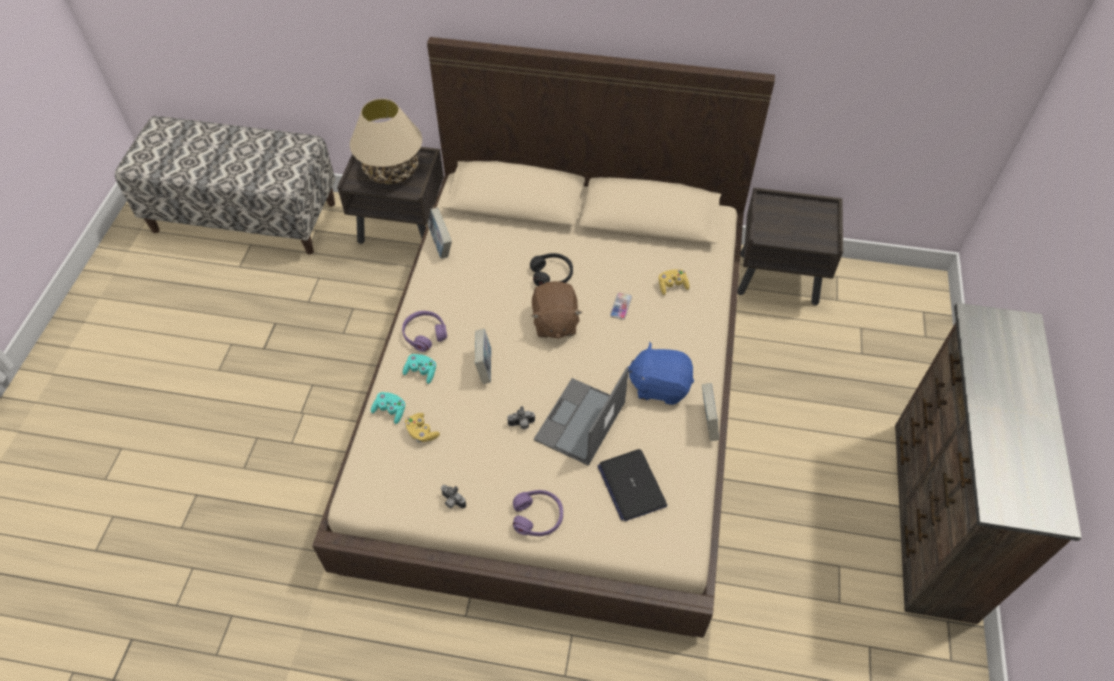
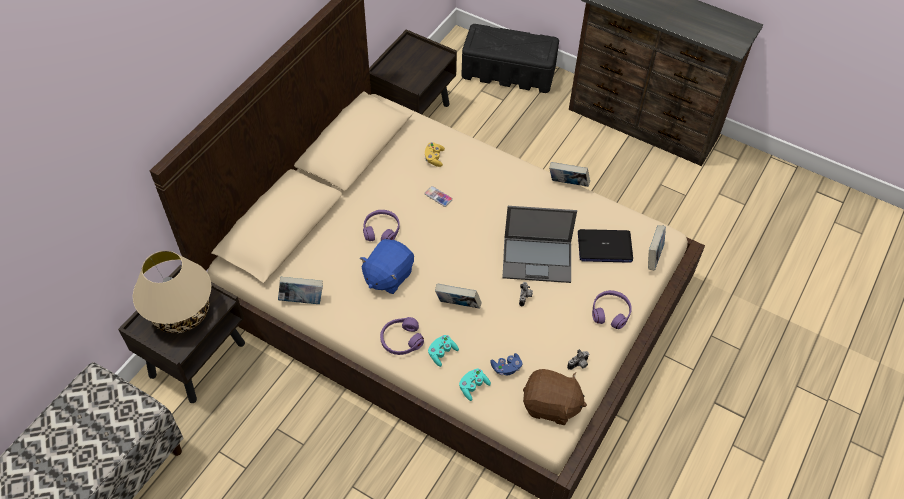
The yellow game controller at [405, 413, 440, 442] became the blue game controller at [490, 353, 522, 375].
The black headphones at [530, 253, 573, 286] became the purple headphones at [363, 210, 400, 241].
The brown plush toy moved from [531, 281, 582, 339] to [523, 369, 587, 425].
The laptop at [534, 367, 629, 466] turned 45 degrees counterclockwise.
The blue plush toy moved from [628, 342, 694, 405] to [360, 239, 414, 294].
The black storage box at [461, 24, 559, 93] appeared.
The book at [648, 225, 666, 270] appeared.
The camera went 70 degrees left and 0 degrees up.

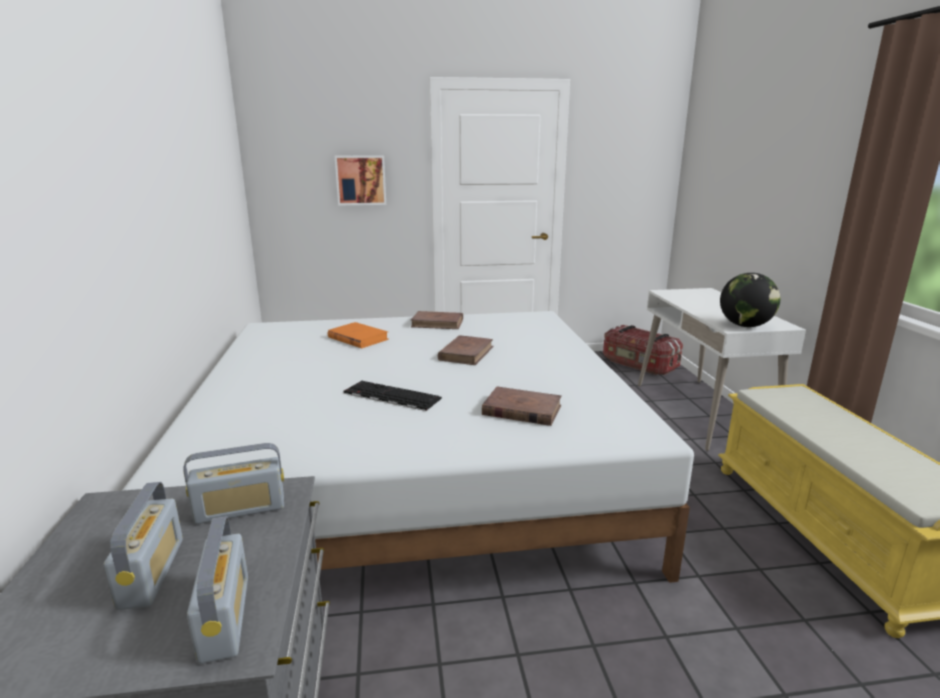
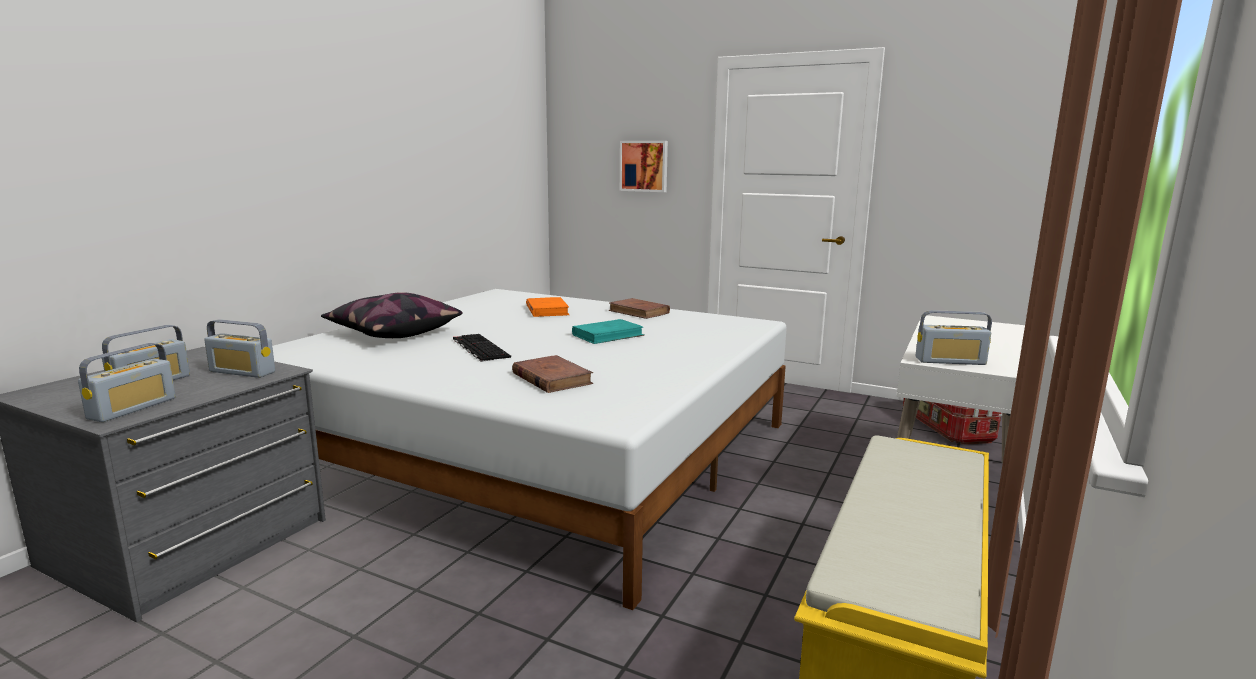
The brown book at [438, 335, 494, 365] became the turquoise book at [572, 319, 645, 344].
The globe at [720, 273, 780, 327] was replaced by the radio at [916, 310, 992, 365].
The pillow at [321, 292, 463, 338] appeared.
The camera went 35 degrees right and 5 degrees down.

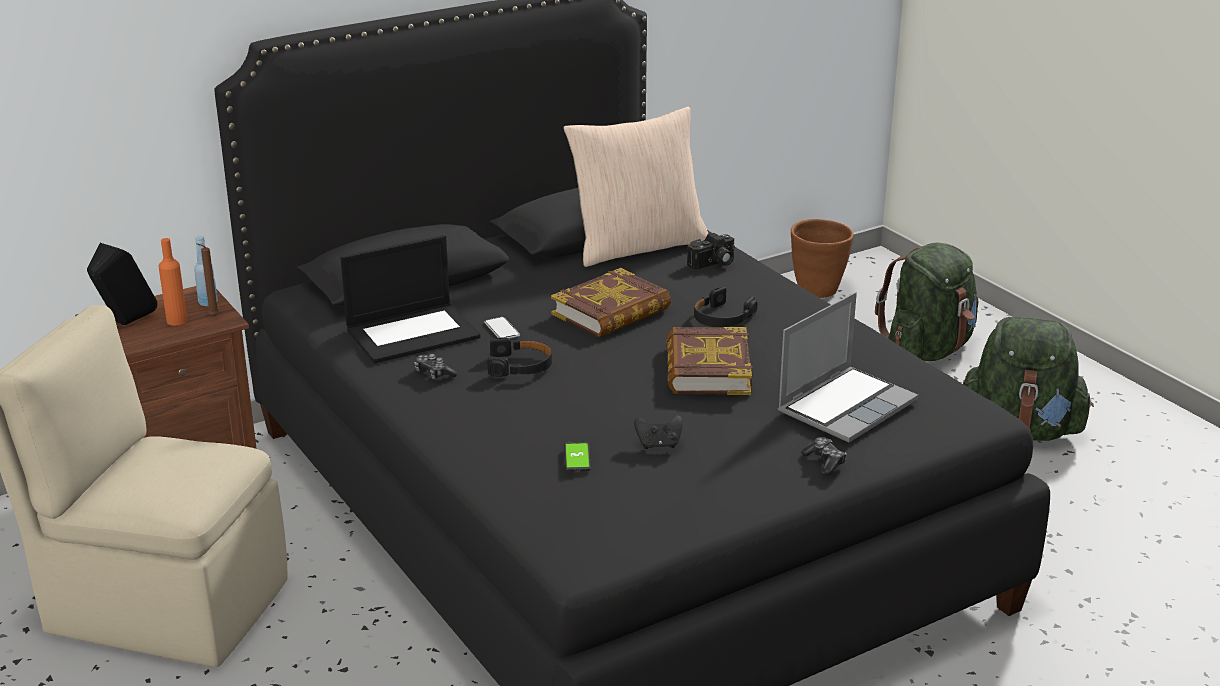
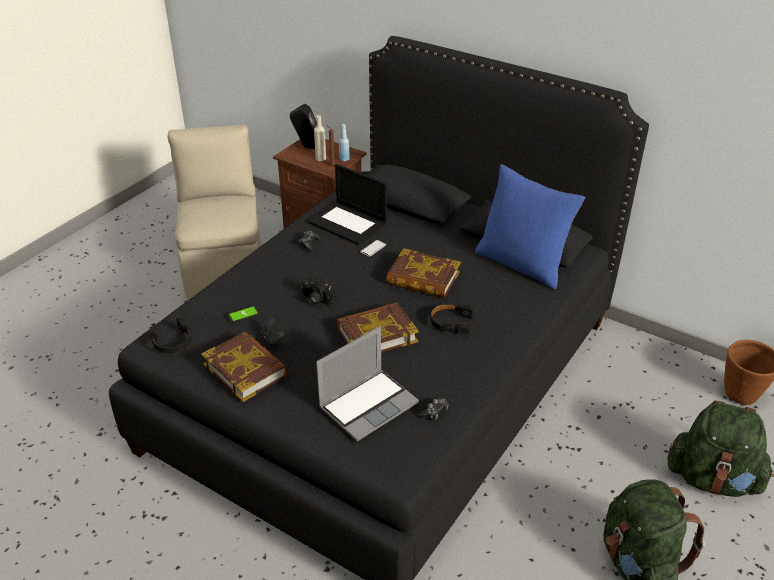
The orange bottle at [159, 238, 187, 325] became the beige bottle at [314, 115, 326, 161].
The black headphones moved from [487, 337, 552, 377] to [150, 317, 191, 354].
The beige pillow at [563, 106, 708, 267] became the blue pillow at [475, 164, 585, 289].
The photo camera moved from [687, 233, 735, 269] to [301, 277, 335, 305].
The laptop at [778, 292, 918, 443] turned 60 degrees counterclockwise.
The game controller moved from [801, 437, 847, 475] to [418, 398, 449, 420].
The book at [201, 332, 288, 402] appeared.
The camera went 65 degrees right and 10 degrees up.

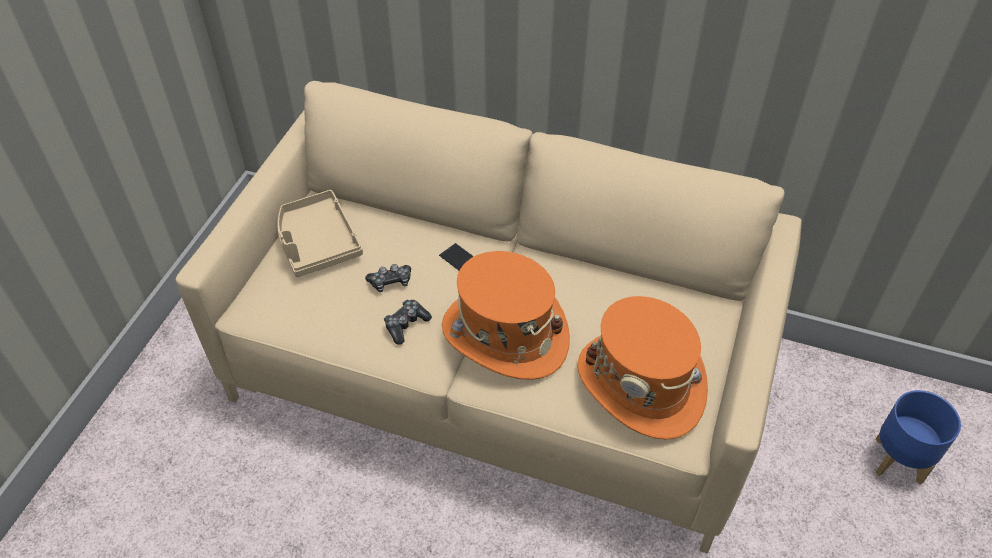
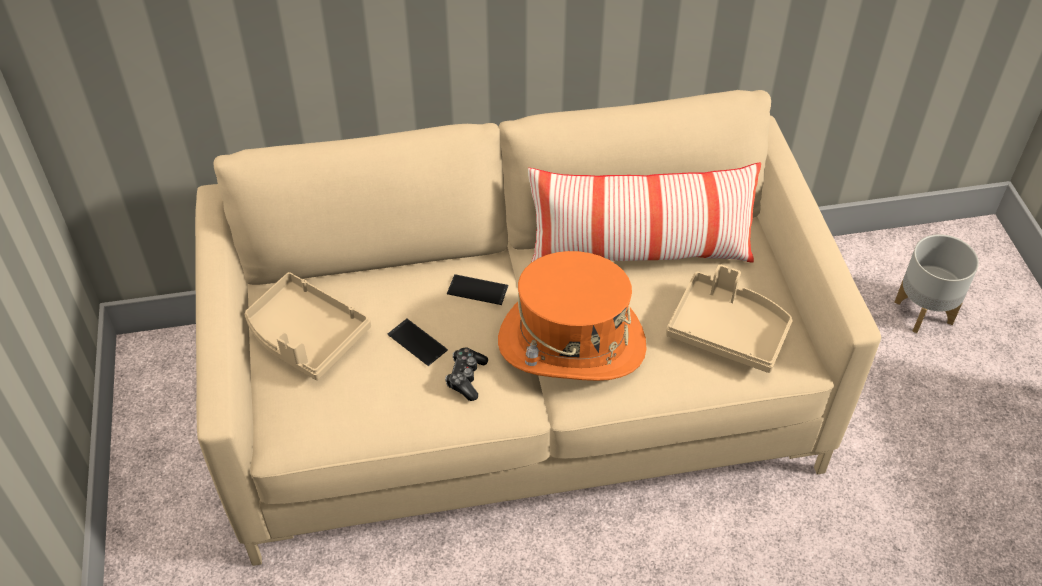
The game controller at [365, 264, 411, 292] was replaced by the phone at [387, 319, 448, 366].
The orange hat at [578, 296, 708, 440] was replaced by the beige tray at [666, 264, 793, 373].
The blue planter at [875, 390, 961, 485] became the grey planter at [894, 234, 979, 333].
The pillow at [528, 163, 761, 263] appeared.
The camera went 30 degrees left and 0 degrees up.

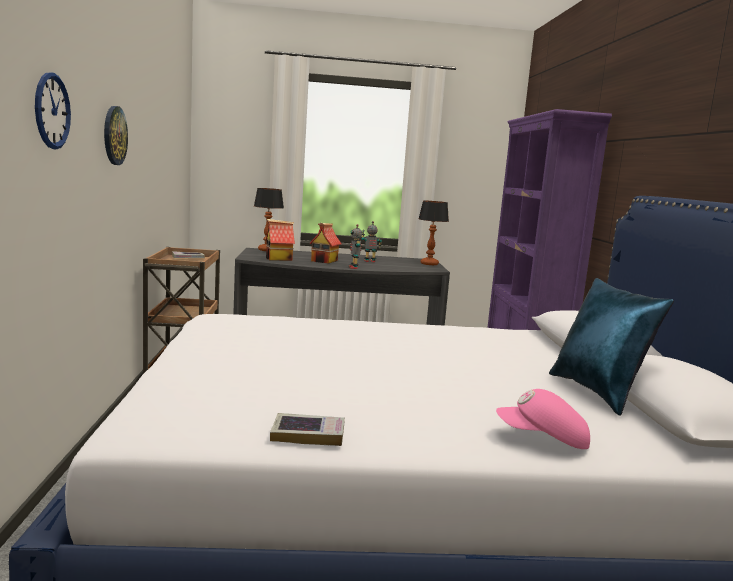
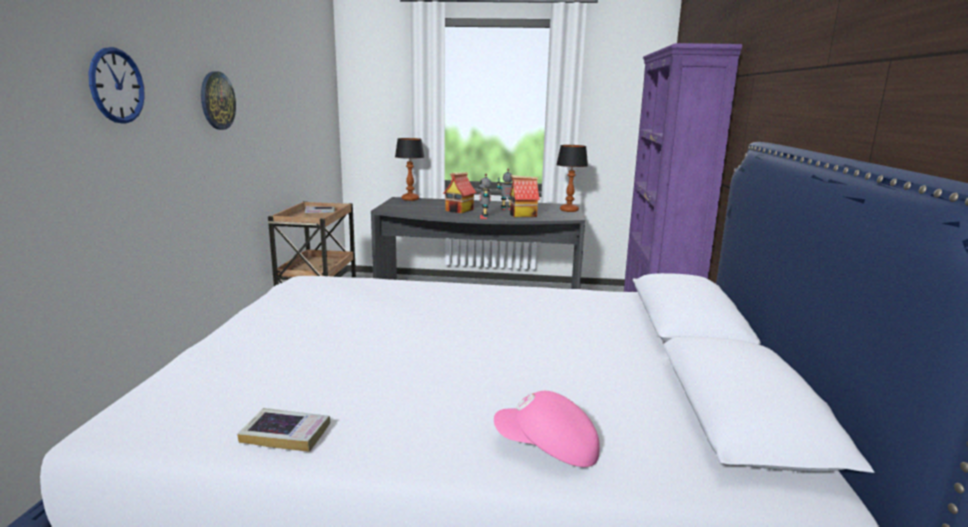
The toy house moved from [266, 219, 295, 261] to [510, 175, 540, 217].
The blue pillow at [549, 278, 674, 416] disappeared.
The camera went 10 degrees right and 5 degrees up.

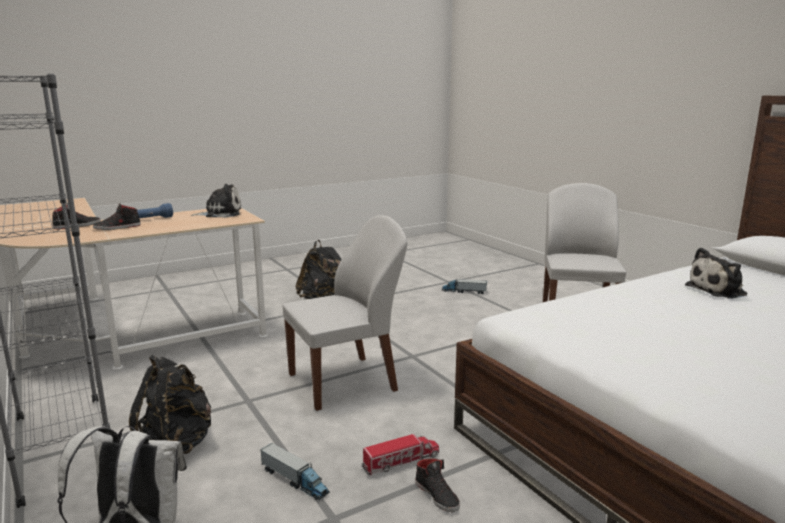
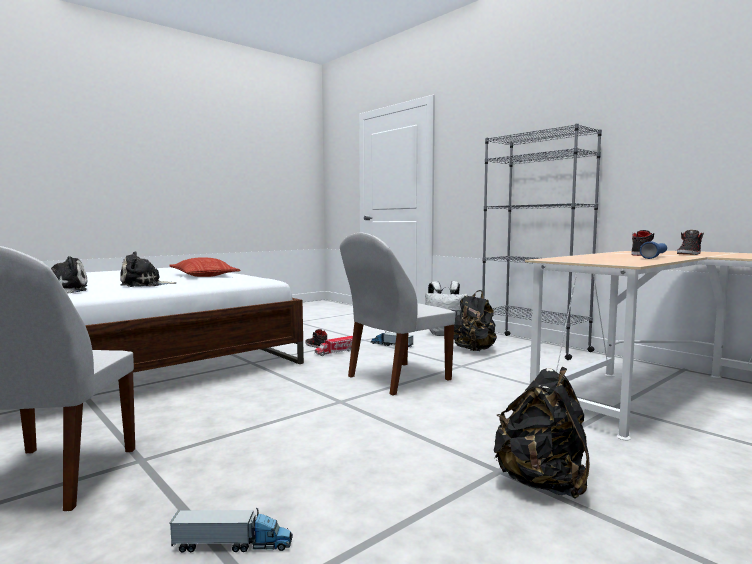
The plush toy moved from [190, 184, 241, 218] to [120, 252, 177, 287].
The pillow at [169, 257, 240, 277] appeared.
The camera went 170 degrees right and 10 degrees down.

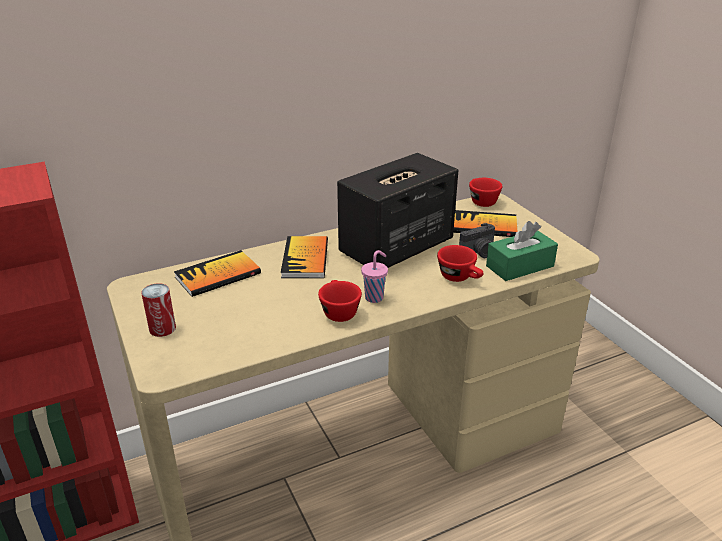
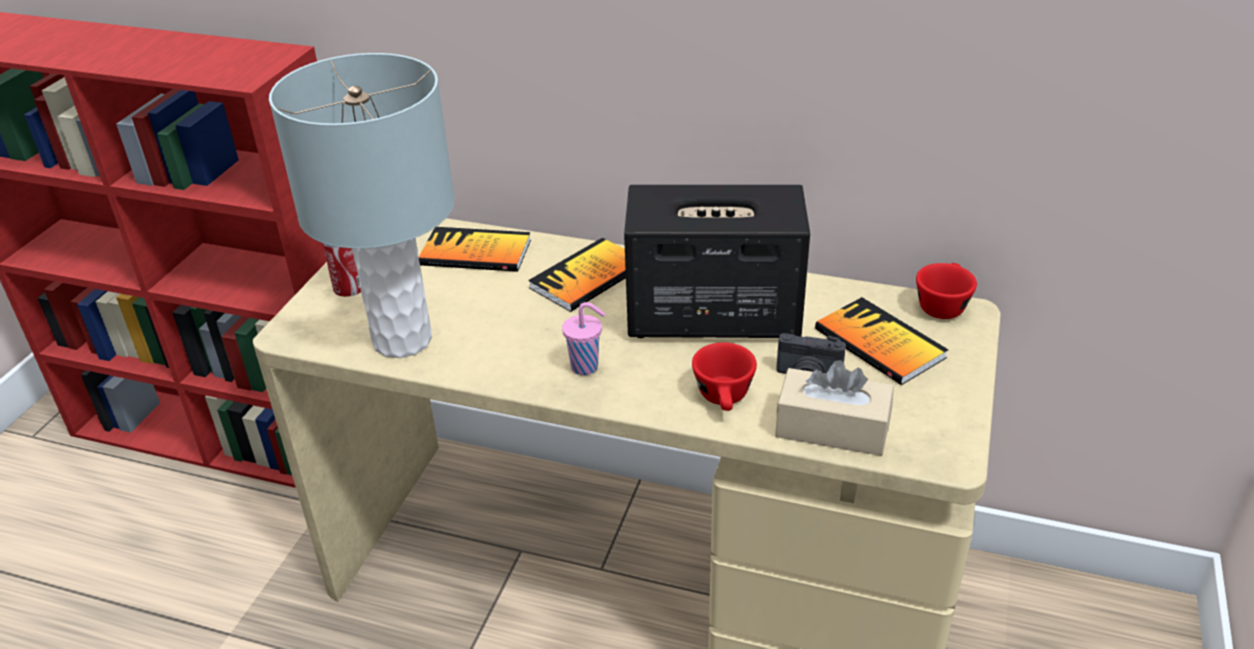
The red cup at [318, 280, 362, 322] disappeared.
The green tissue box at [486, 221, 558, 281] became the beige tissue box at [775, 360, 894, 456].
The grey table lamp at [269, 53, 455, 358] appeared.
The camera went 45 degrees right and 5 degrees up.

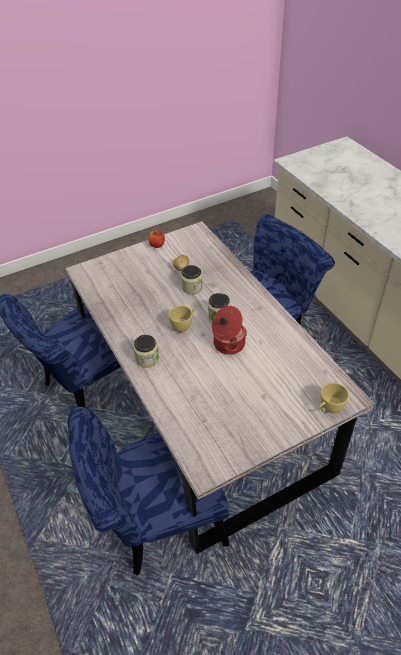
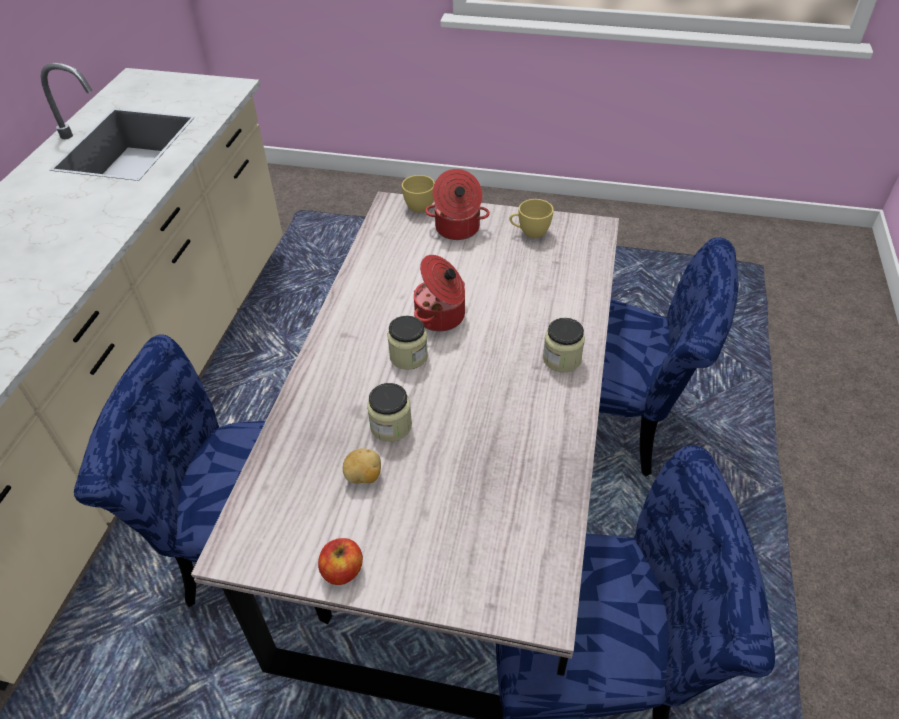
The yellow cup moved from [169, 306, 194, 332] to [509, 199, 554, 238].
The cooking pot at [425, 169, 490, 240] appeared.
The camera went 140 degrees left and 0 degrees up.

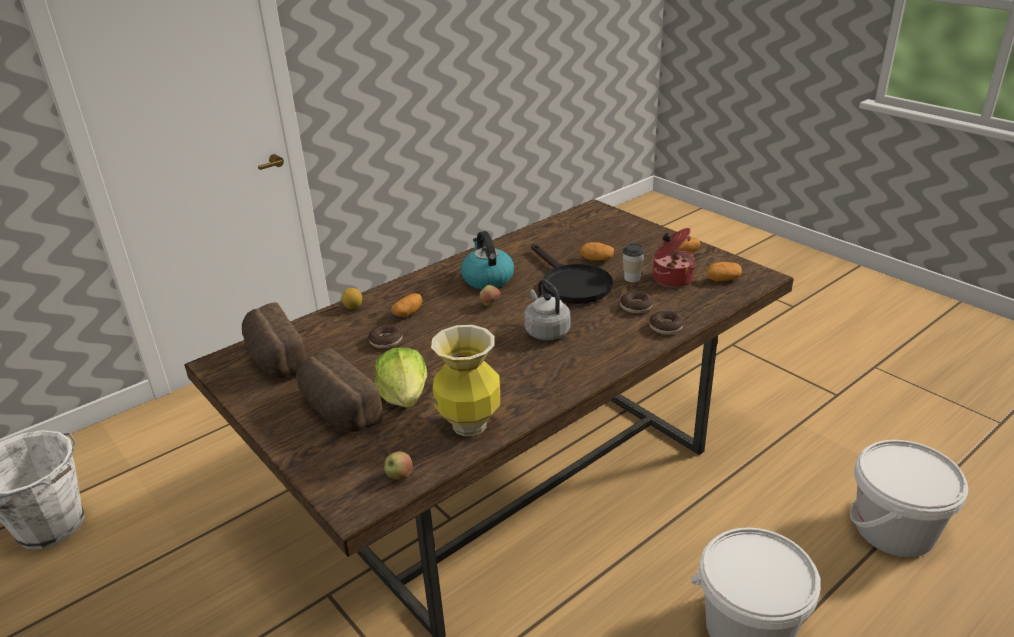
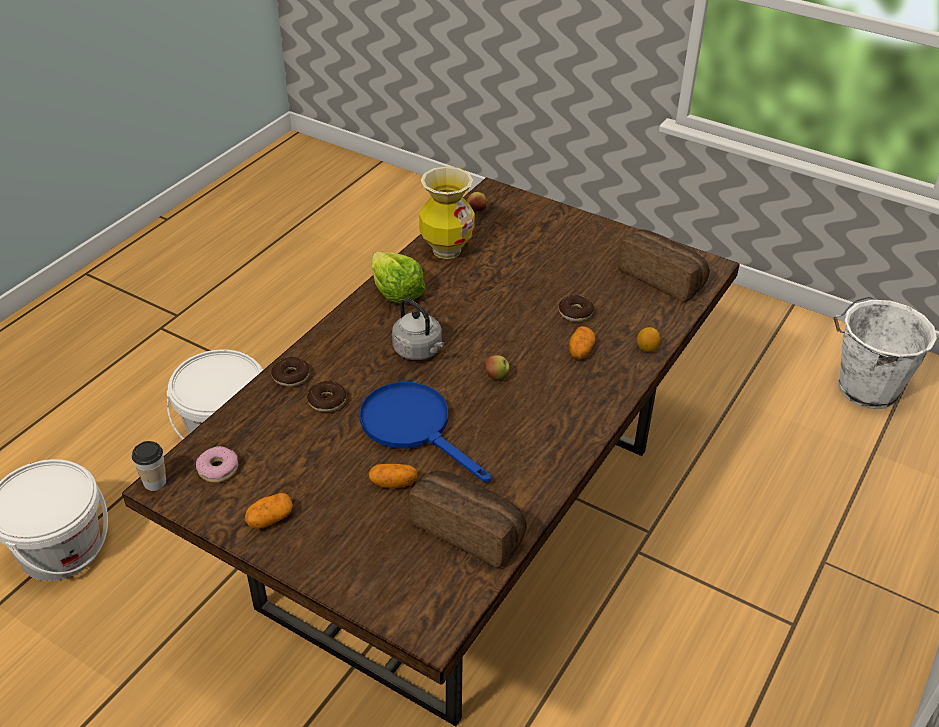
The bread moved from [296, 348, 383, 432] to [408, 471, 527, 568].
The lettuce moved from [375, 347, 427, 408] to [371, 252, 425, 303].
The kettle at [461, 231, 514, 289] disappeared.
The black frying pan at [531, 244, 613, 304] became the blue frying pan at [360, 382, 491, 482].
The cup moved from [622, 243, 645, 282] to [132, 441, 166, 491].
The cooking pot at [653, 228, 695, 287] disappeared.
The potato at [706, 262, 742, 282] was replaced by the donut at [196, 446, 238, 483].
The camera went 160 degrees right and 10 degrees up.

